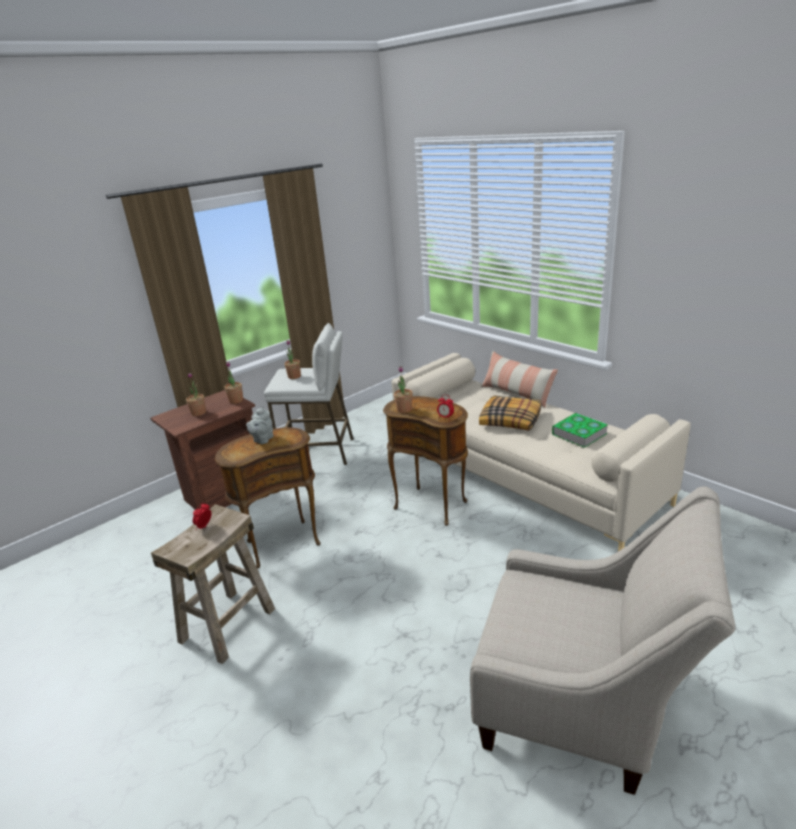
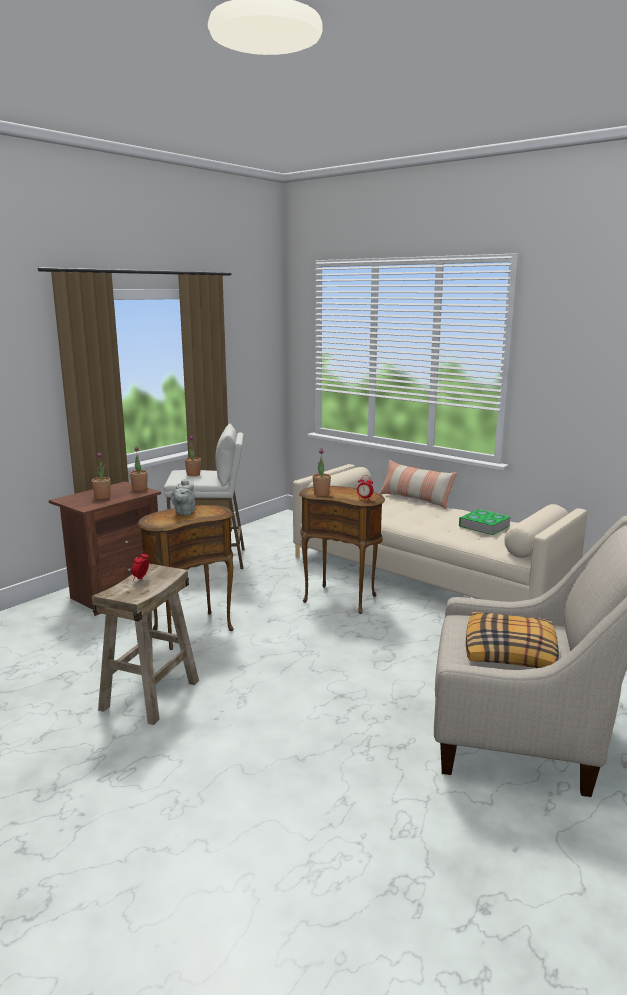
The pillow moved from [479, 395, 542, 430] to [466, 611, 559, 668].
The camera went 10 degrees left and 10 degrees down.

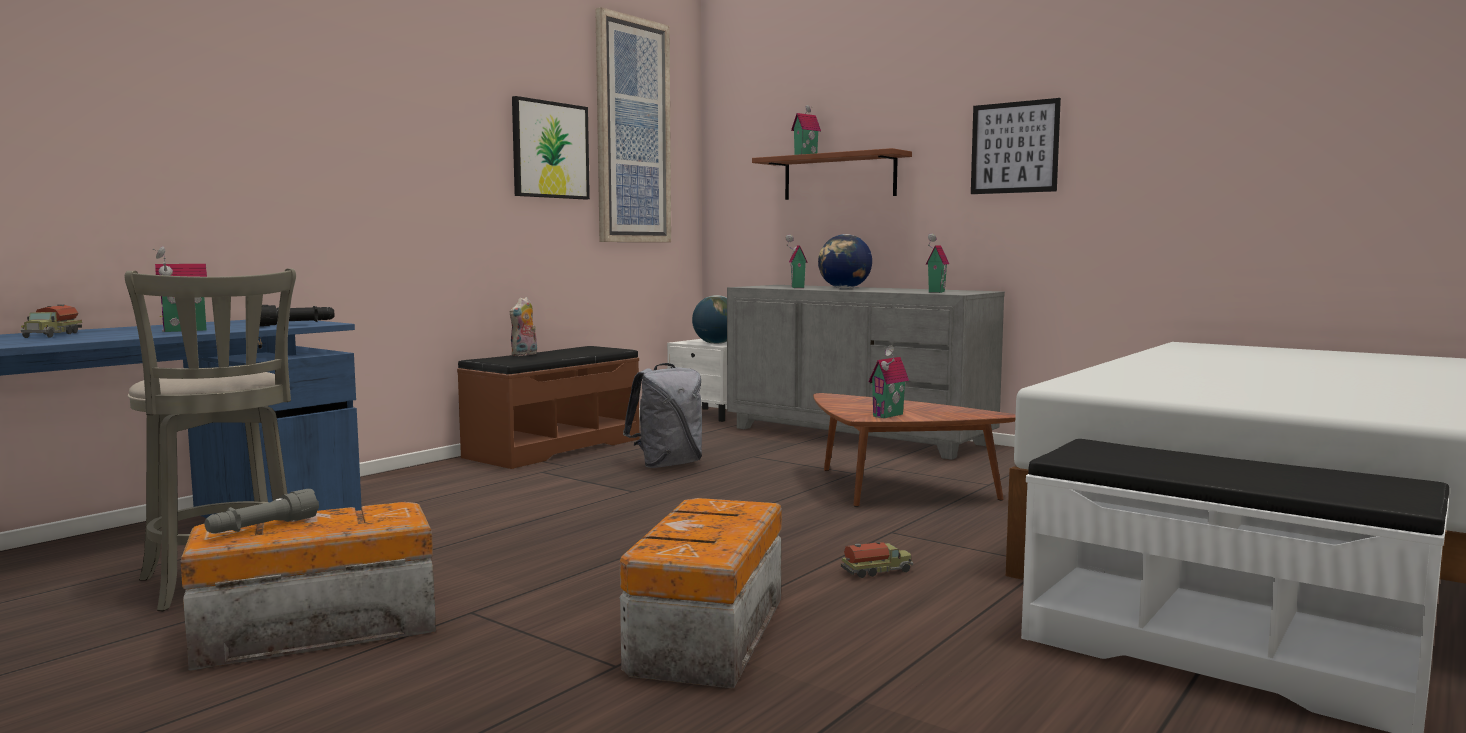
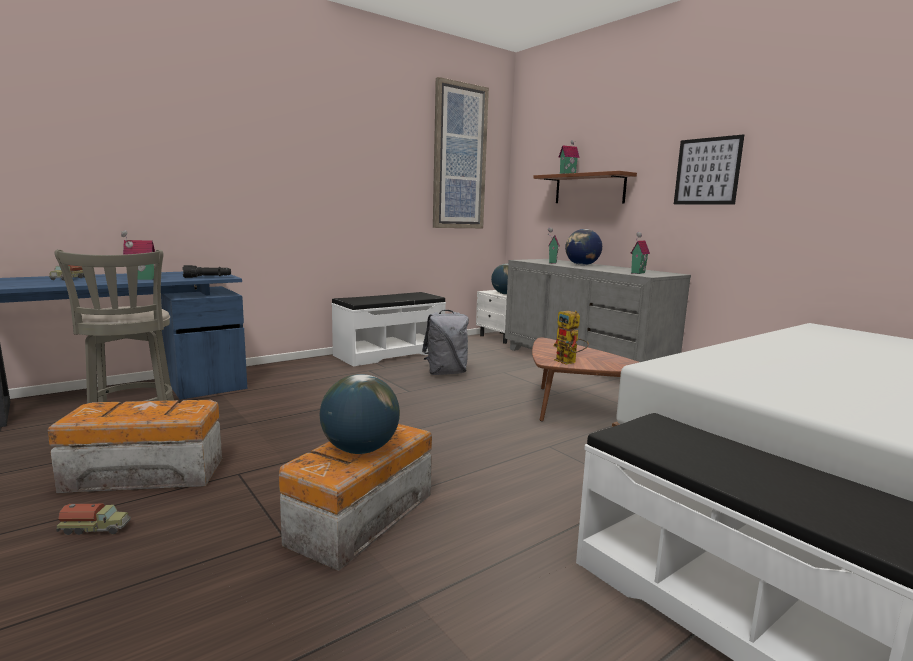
The grey flashlight at [205, 489, 319, 534] disappeared.
The brown bench at [457, 346, 639, 469] became the white bench at [331, 292, 446, 367].
The plush toy at [510, 297, 537, 356] disappeared.
The picture at [512, 96, 590, 200] disappeared.
The toy truck moved from [841, 542, 913, 578] to [56, 504, 131, 535].
The toy house at [868, 345, 909, 418] was replaced by the toy robot at [553, 311, 589, 364].
The globe at [320, 374, 400, 454] appeared.
The camera went 15 degrees right and 5 degrees up.

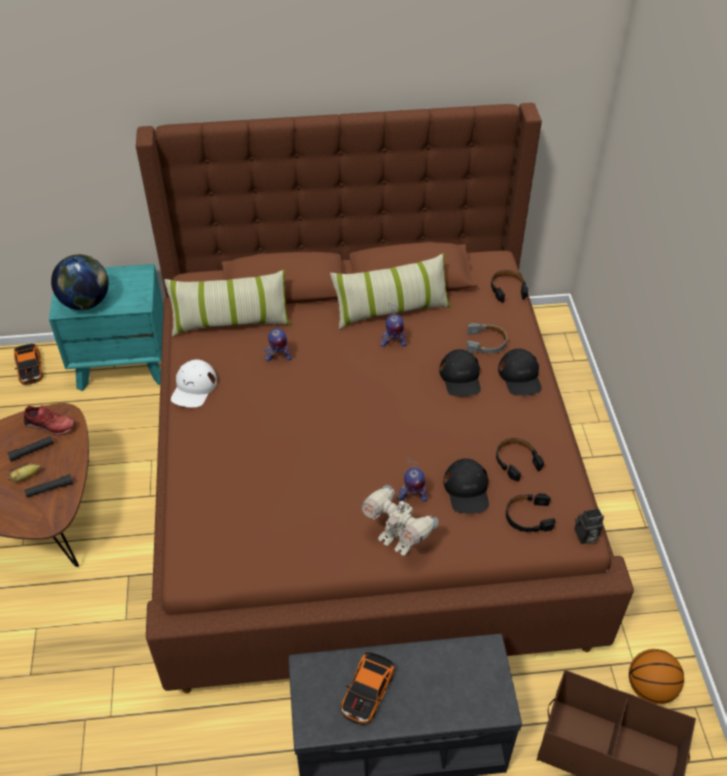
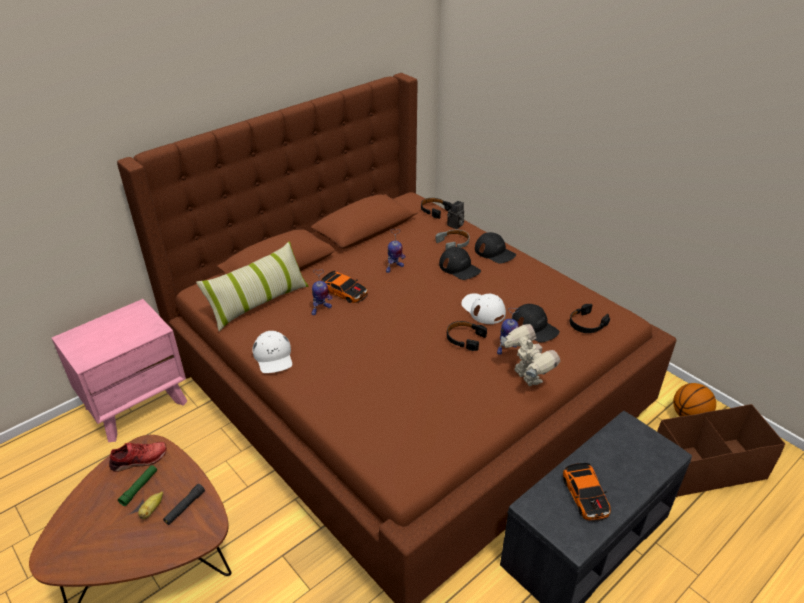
The black flashlight at [7, 436, 54, 462] became the green flashlight at [118, 465, 157, 506].
The toy car moved from [14, 344, 43, 385] to [321, 271, 368, 303].
The turquoise nightstand at [49, 264, 163, 391] became the pink nightstand at [52, 299, 187, 442].
The globe at [51, 254, 109, 310] disappeared.
The pillow at [330, 253, 451, 329] disappeared.
The toy robot at [362, 485, 438, 556] turned 120 degrees counterclockwise.
The black headphones moved from [496, 438, 544, 481] to [447, 321, 487, 351].
The photo camera moved from [575, 508, 604, 544] to [447, 201, 464, 229].
The white cap at [461, 293, 506, 324] appeared.
The camera went 35 degrees left and 10 degrees down.

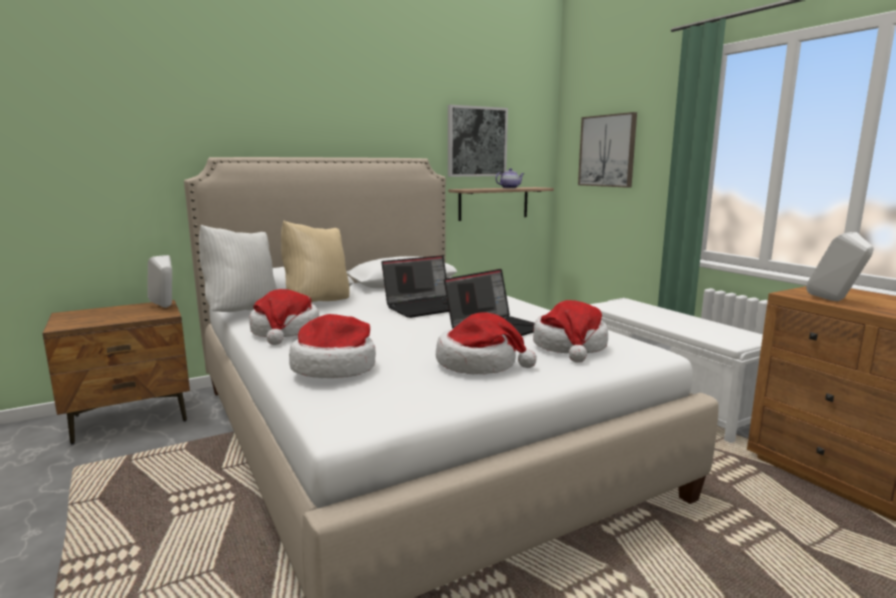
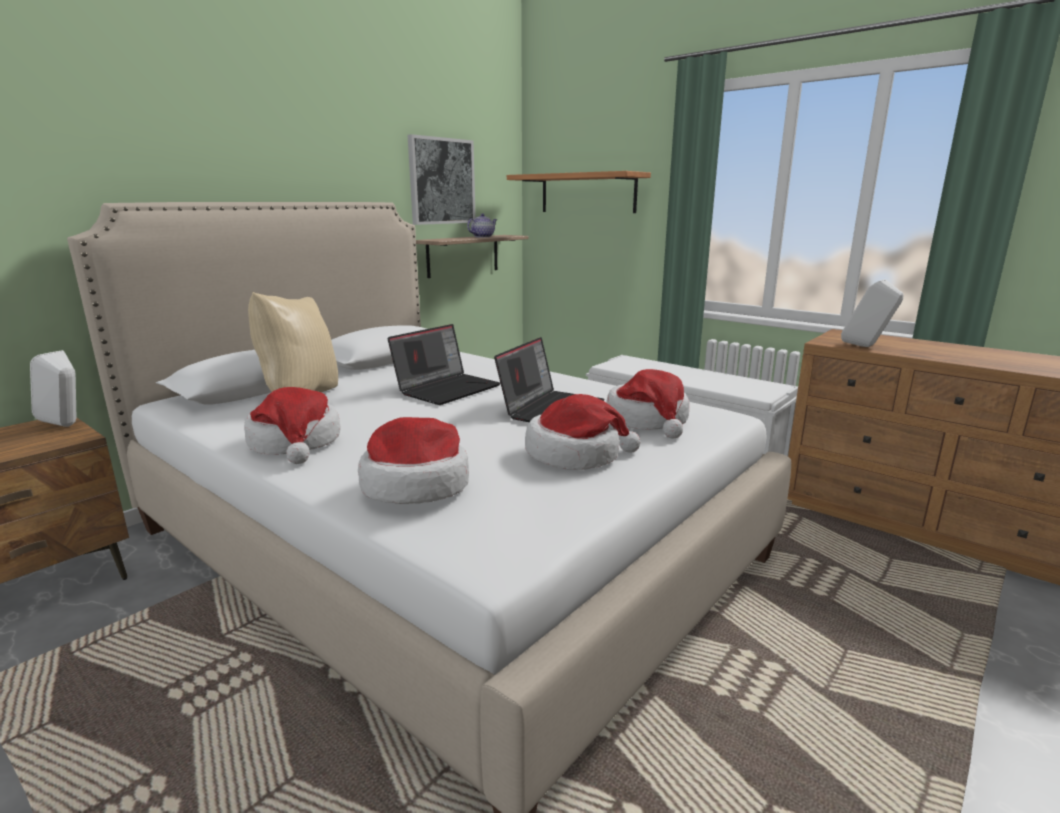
The white pillow at [199, 225, 277, 312] disappeared.
The picture at [578, 112, 637, 188] was replaced by the shelf at [507, 171, 651, 213].
The camera went 20 degrees left and 5 degrees up.

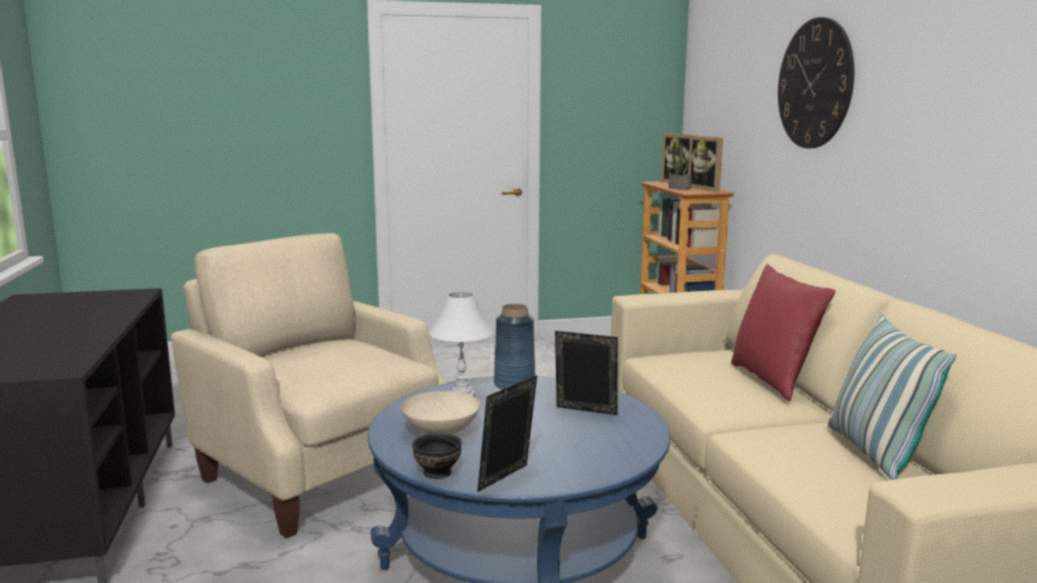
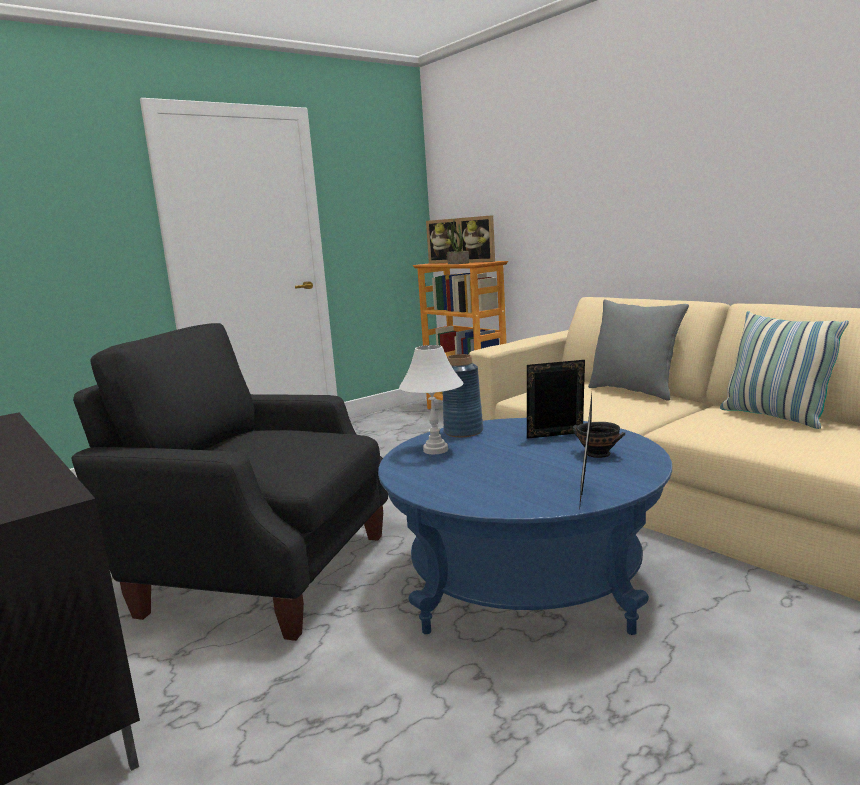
The beige armchair at [171, 233, 447, 539] became the black armchair at [72, 323, 388, 641].
The beige bowl at [401, 391, 481, 434] disappeared.
The black bowl moved from [412, 432, 462, 479] to [573, 422, 626, 458].
The red pillow at [731, 264, 835, 401] became the grey pillow at [588, 299, 689, 401].
The wall clock at [778, 17, 854, 148] disappeared.
The camera went 25 degrees left and 0 degrees up.

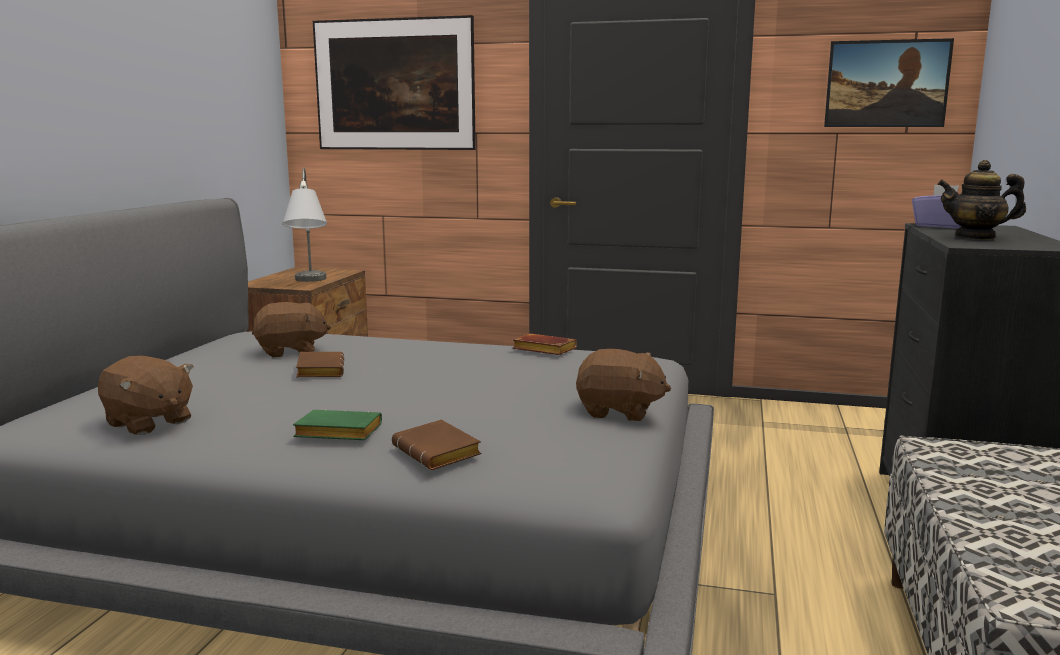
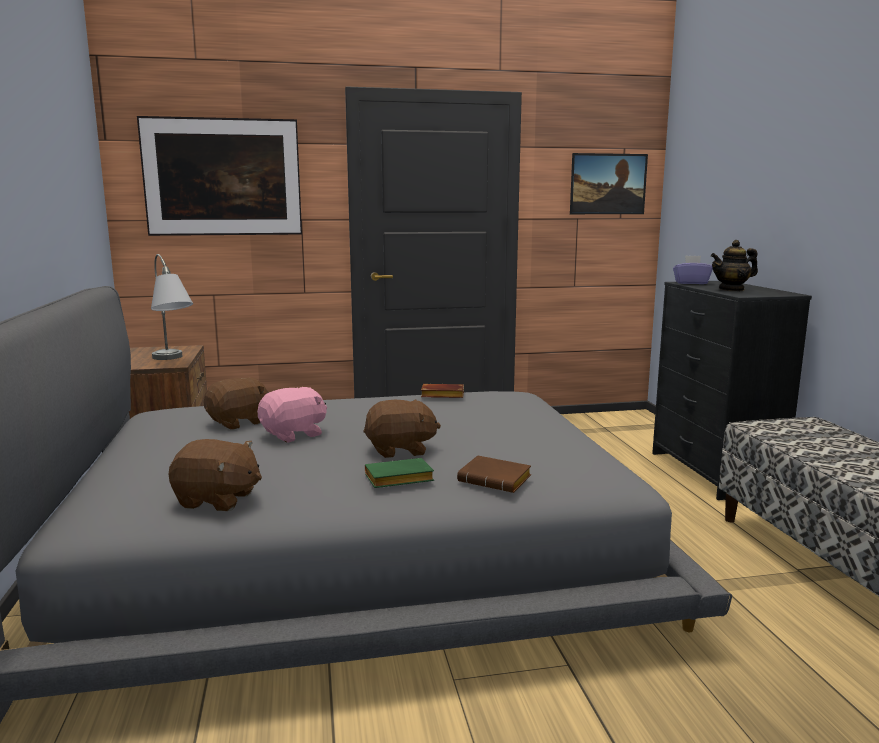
The brown book at [296, 352, 344, 377] was replaced by the pink plush toy at [257, 387, 327, 443].
The brown plush toy moved from [576, 349, 671, 421] to [363, 400, 441, 458].
The camera went 25 degrees left and 0 degrees up.

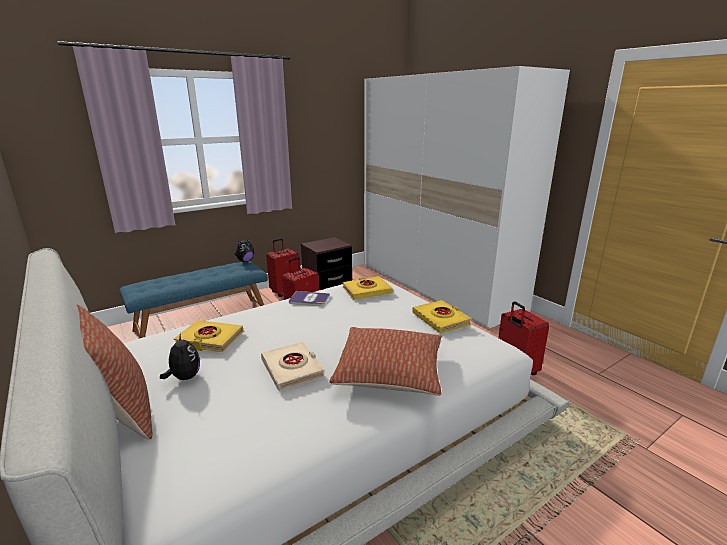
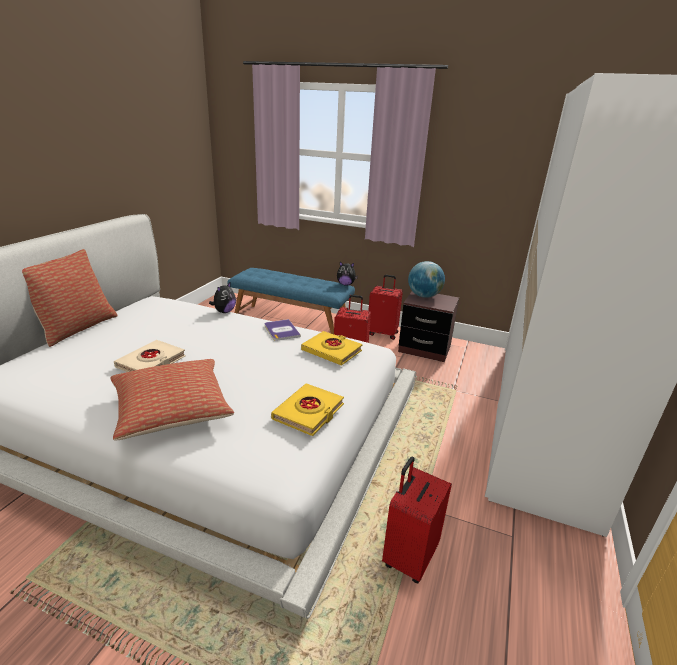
The plush toy moved from [160, 333, 200, 380] to [209, 282, 236, 313].
The yellow book at [174, 320, 243, 352] disappeared.
The globe at [408, 261, 445, 298] appeared.
The camera went 55 degrees right and 5 degrees up.

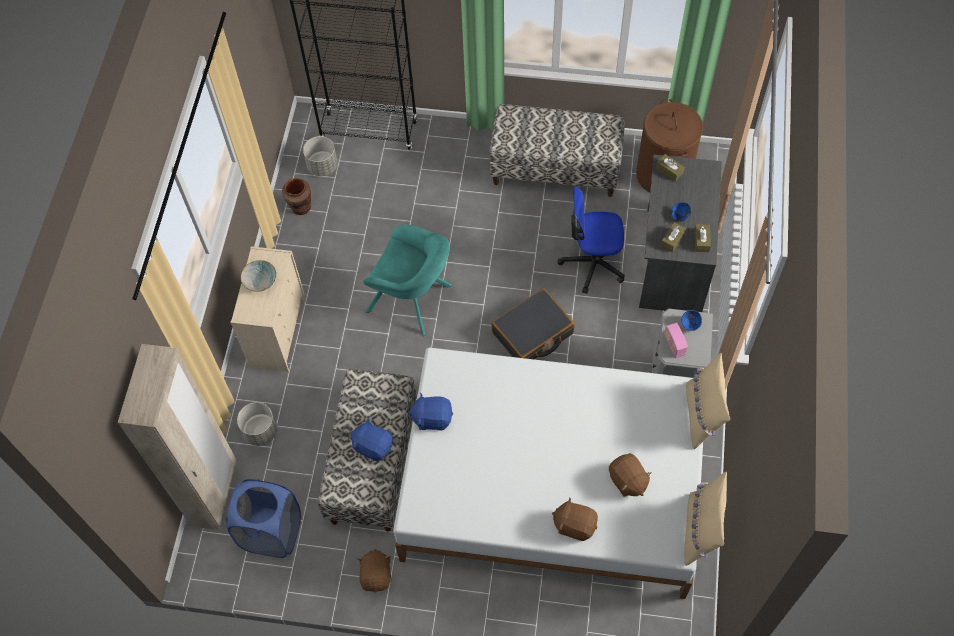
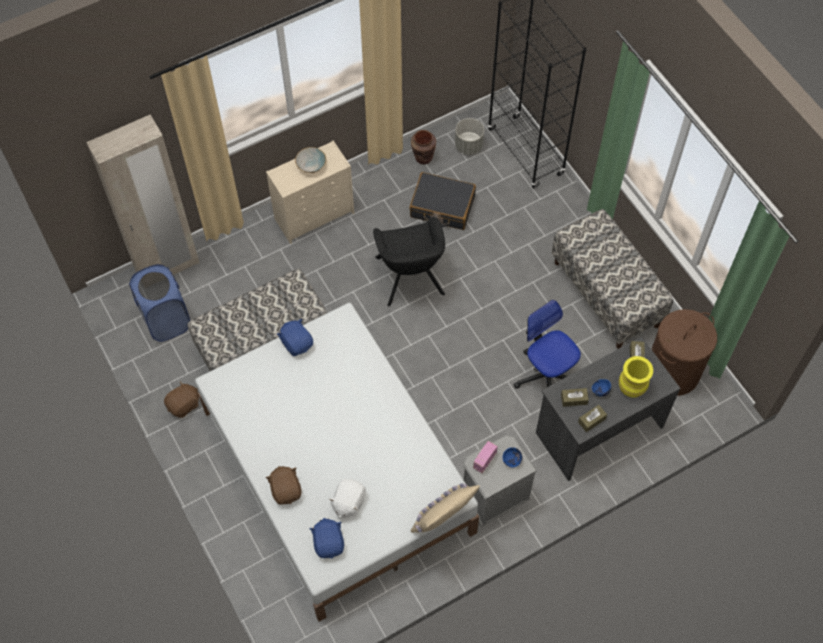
The grey planter at [237, 402, 277, 446] disappeared.
The blue plush toy moved from [351, 418, 393, 461] to [309, 518, 344, 559].
The turquoise armchair at [363, 225, 452, 336] became the black armchair at [373, 217, 445, 306].
The black suitcase moved from [491, 288, 575, 359] to [409, 172, 476, 230].
The brown plush toy at [609, 453, 651, 497] became the white plush toy at [329, 479, 366, 518].
The beige pillow at [684, 472, 727, 566] disappeared.
The yellow vase at [619, 356, 653, 398] appeared.
The camera went 50 degrees right and 0 degrees up.

